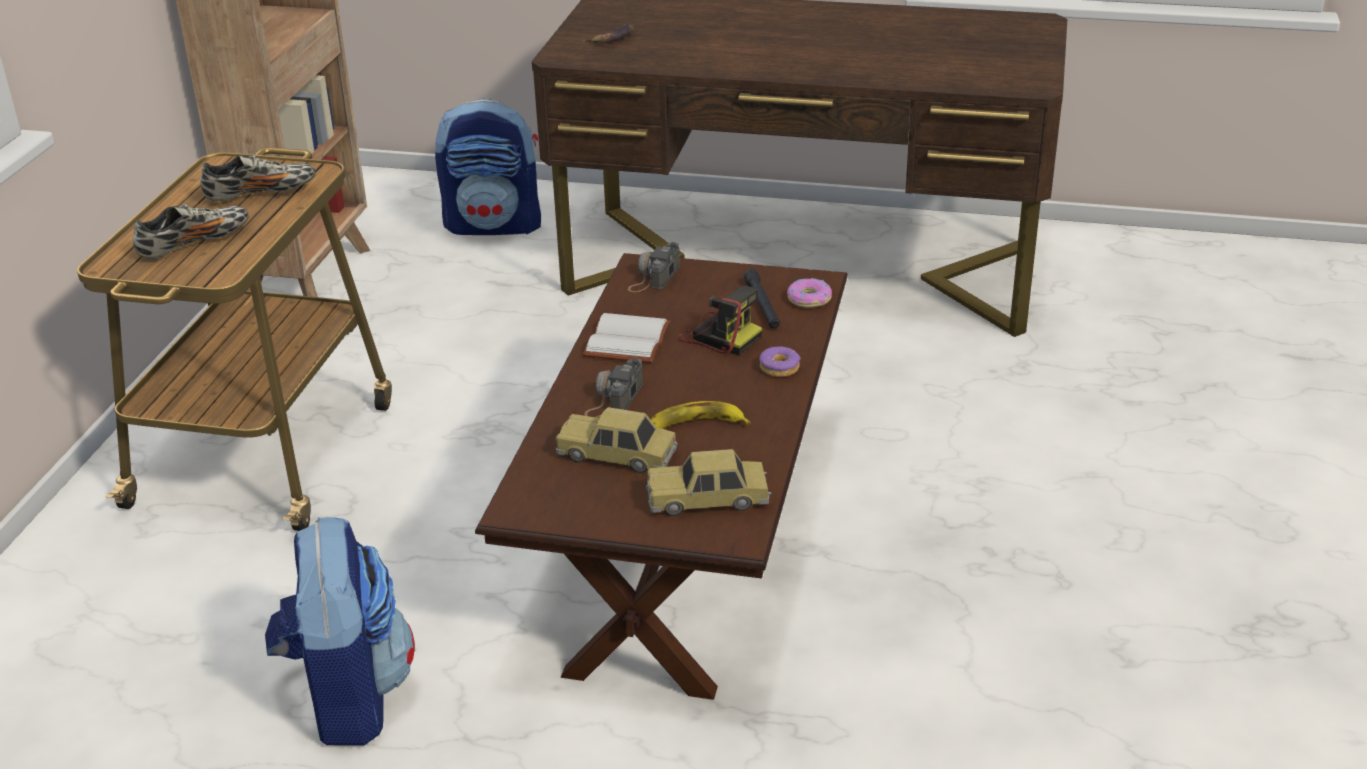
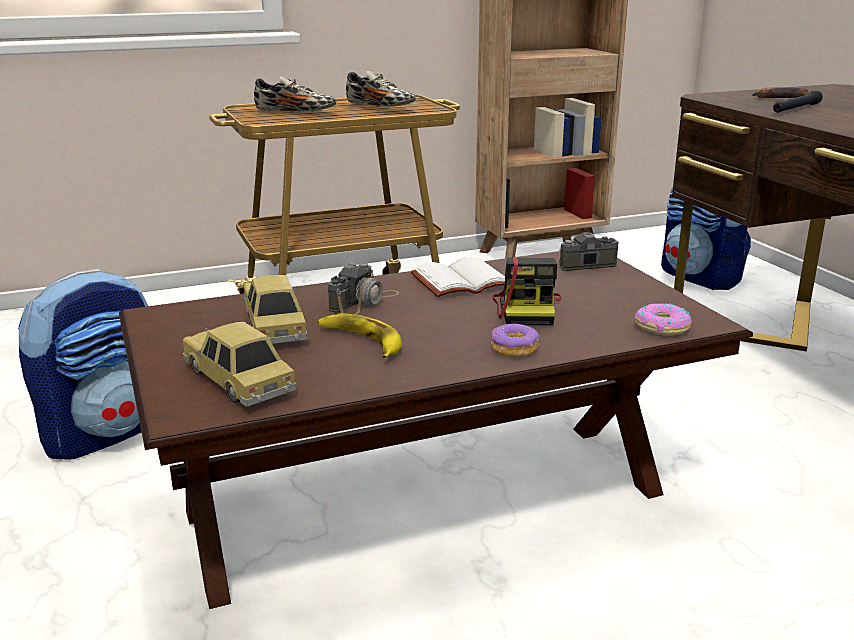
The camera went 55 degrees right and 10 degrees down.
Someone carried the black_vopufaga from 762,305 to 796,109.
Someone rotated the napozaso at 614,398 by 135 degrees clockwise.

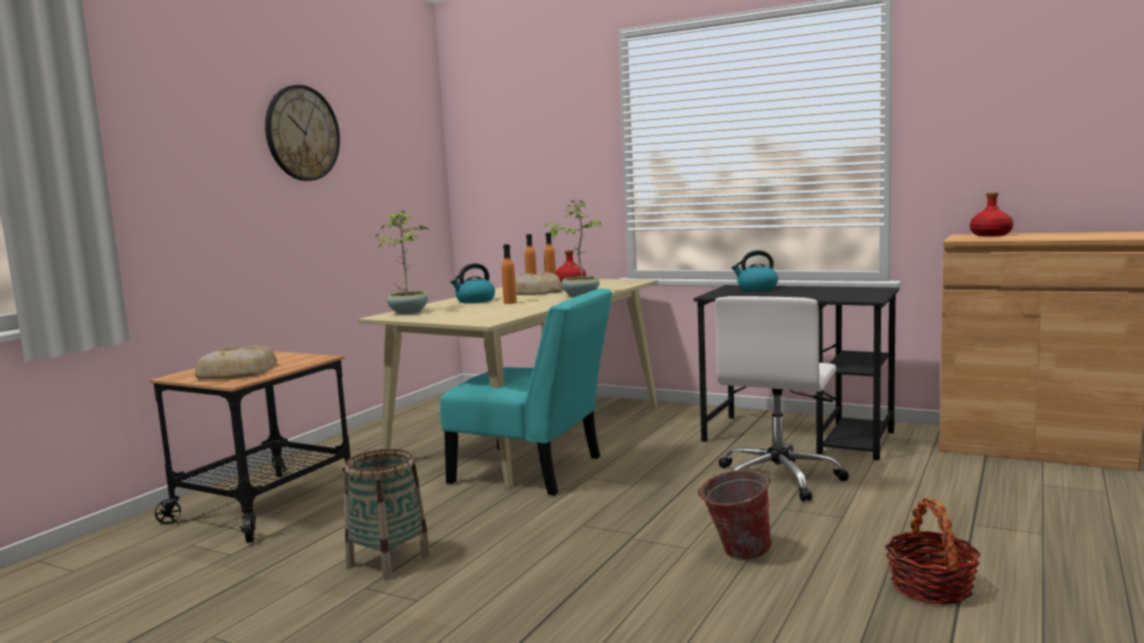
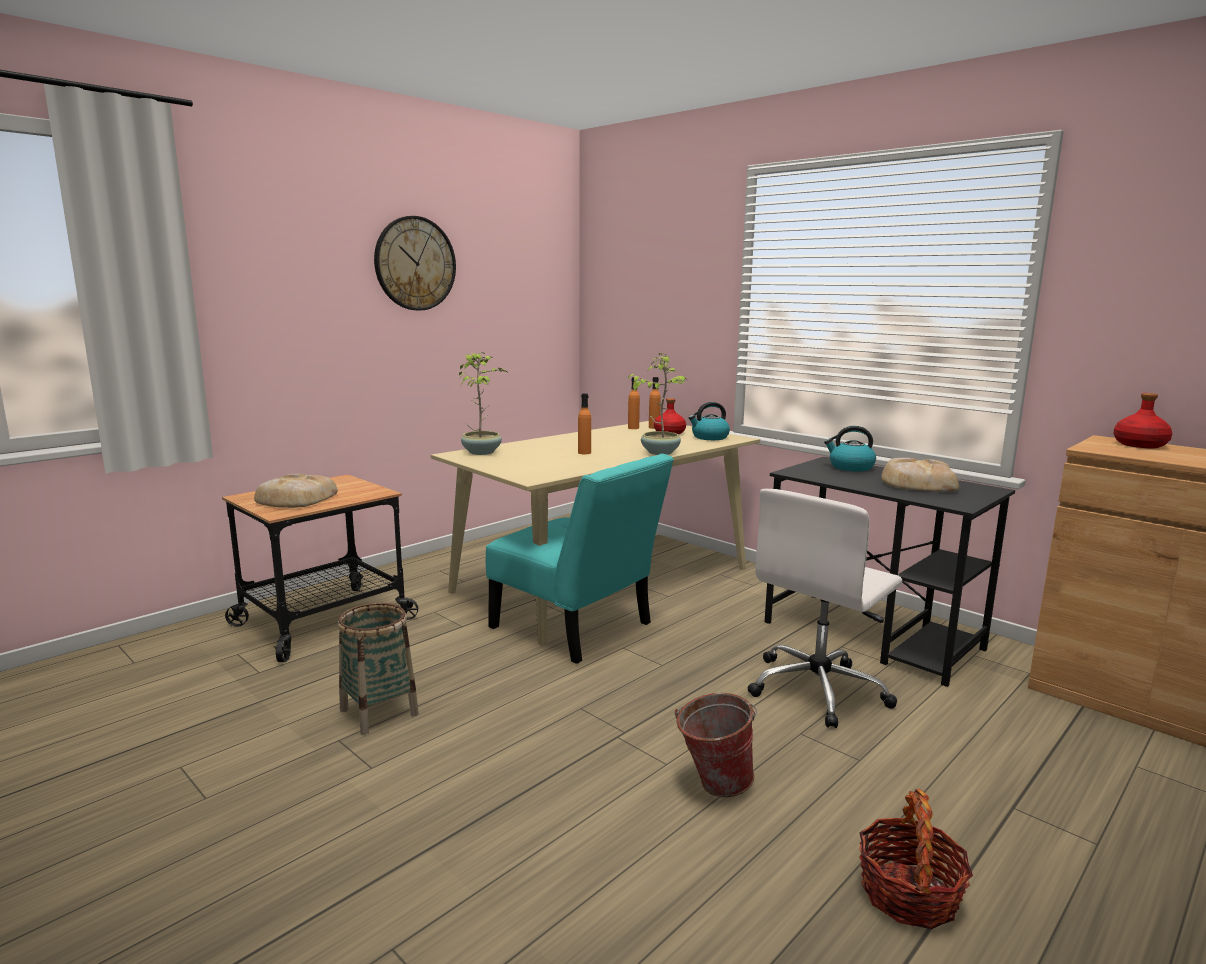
The camera went 15 degrees right and 5 degrees up.
Someone carried the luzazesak from 475,301 to 709,437.
Someone carried the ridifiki from 535,291 to 917,483.

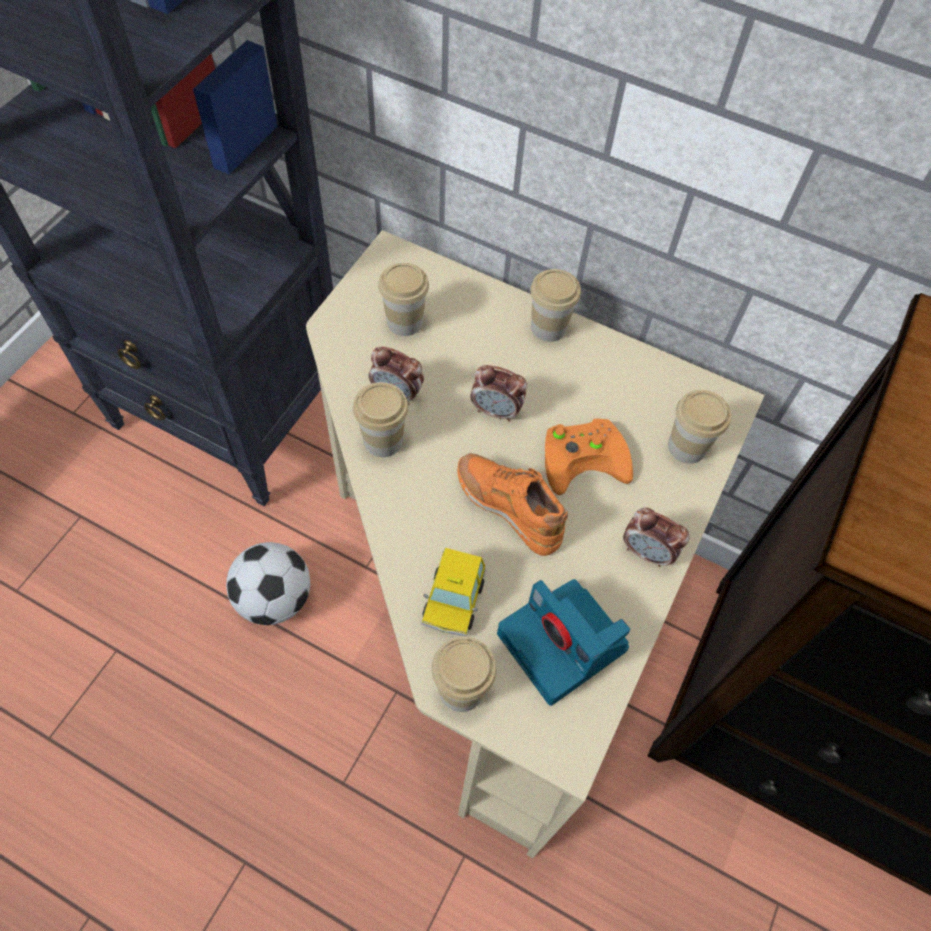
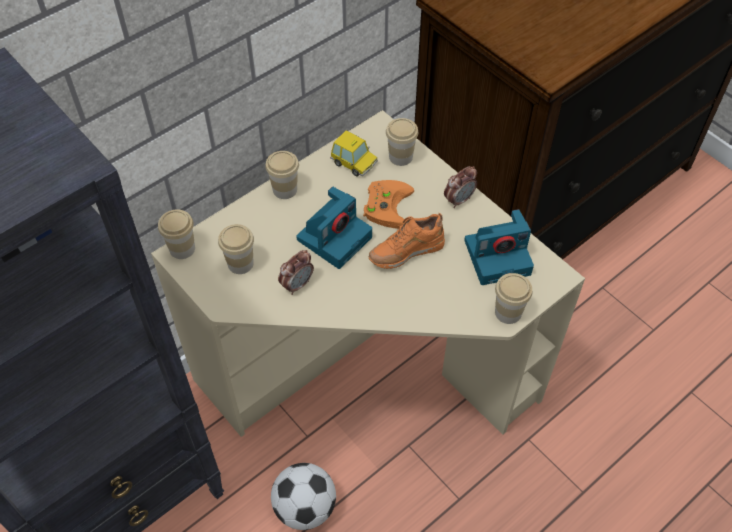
The camera went 65 degrees left and 5 degrees down.
Someone carried the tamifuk from 383,440 to 182,248.
Someone carried the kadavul from 453,600 to 354,163.
Someone swapped the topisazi at 496,411 for the napozaso at 335,237.

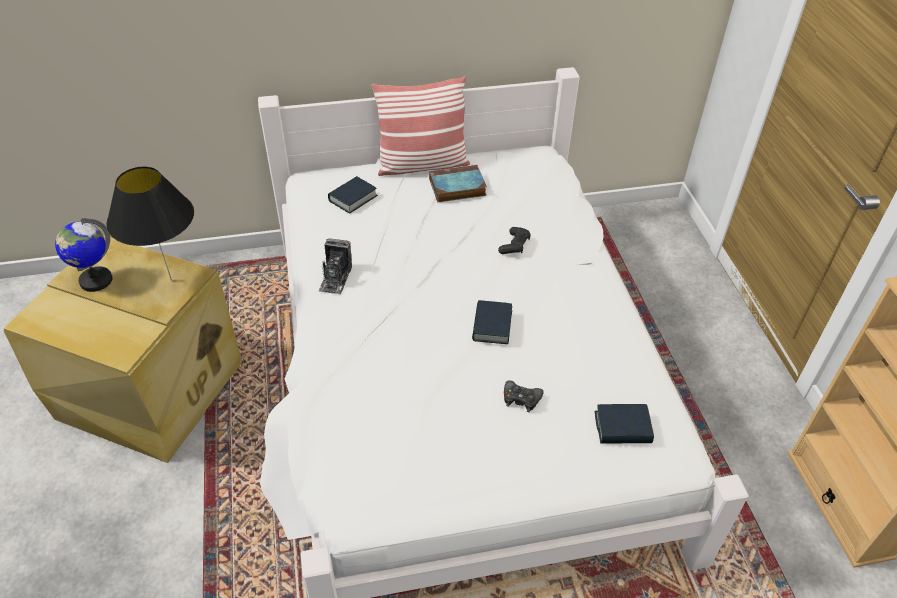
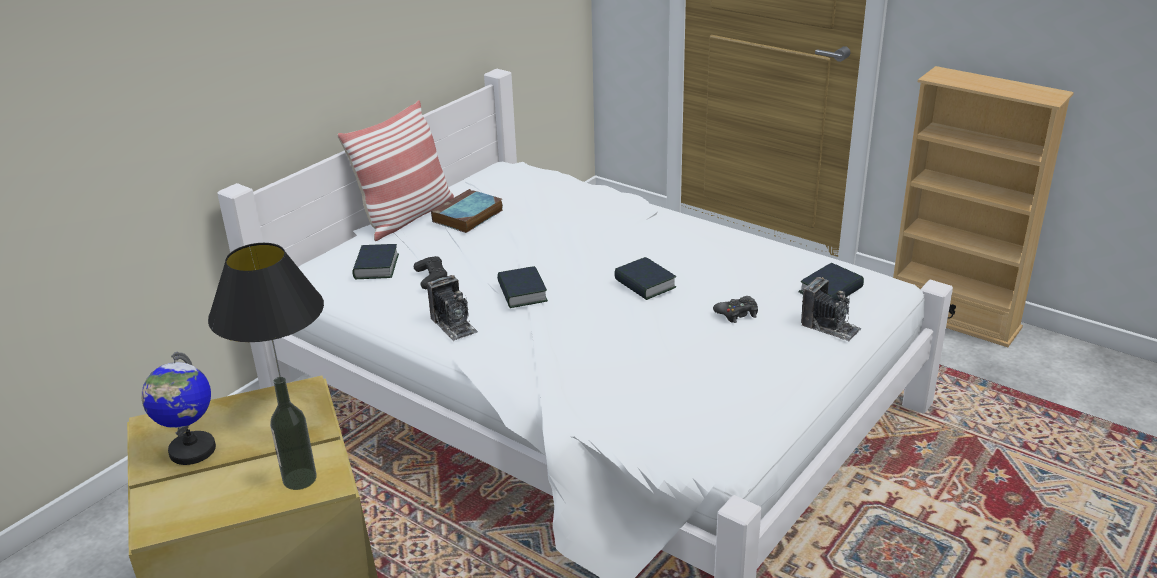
The camera went 40 degrees left and 15 degrees down.
Someone put down the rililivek at 299,479.
Someone put down the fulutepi at 522,293.
Someone put down the napozaso at 830,327.
Someone carried the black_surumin from 514,245 to 431,278.

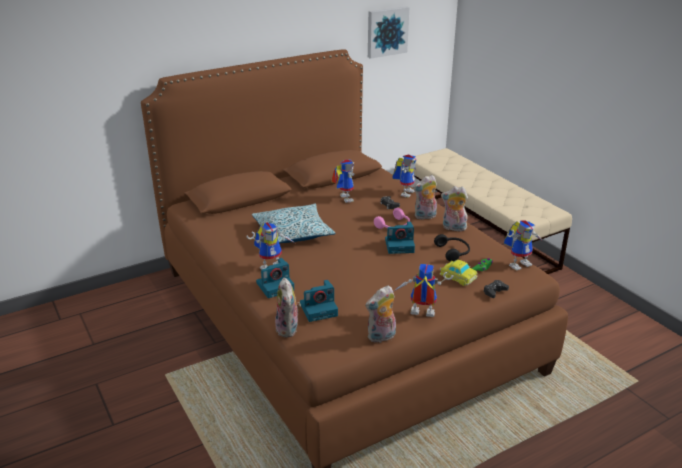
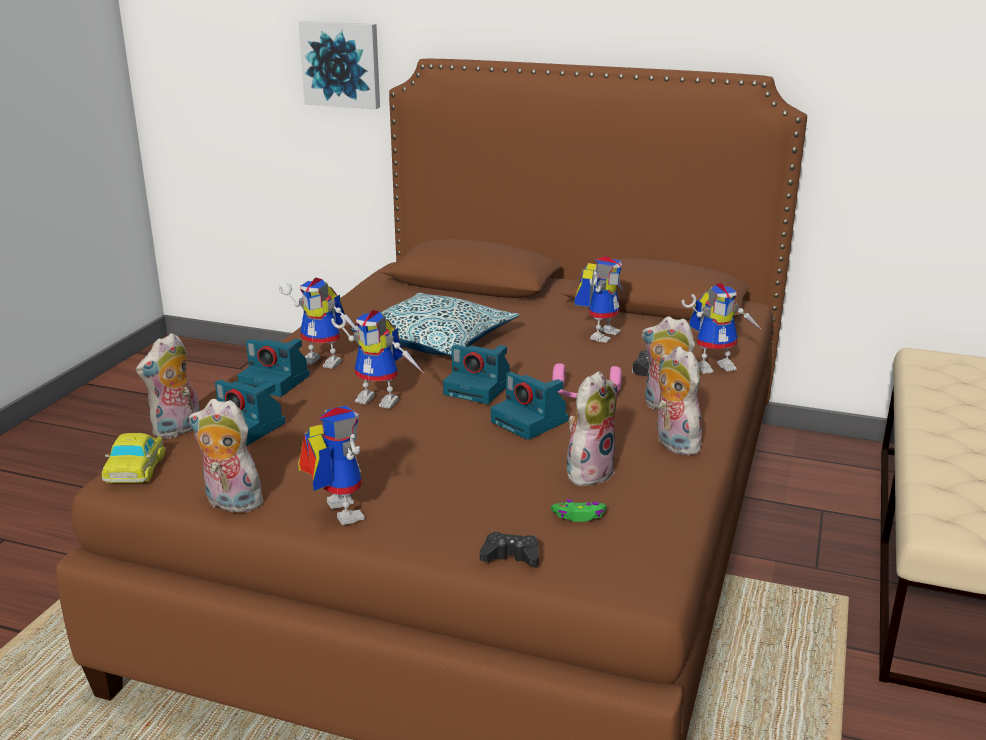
The camera went 50 degrees right and 5 degrees down.
Someone put down the napozaso at 479,388.
Someone carried the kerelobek from 386,31 to 341,64.
Someone carried the kadavul from 457,276 to 136,467.
Someone carried the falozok from 519,263 to 383,399.
Someone swapped the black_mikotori at 453,252 for the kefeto at 588,471.

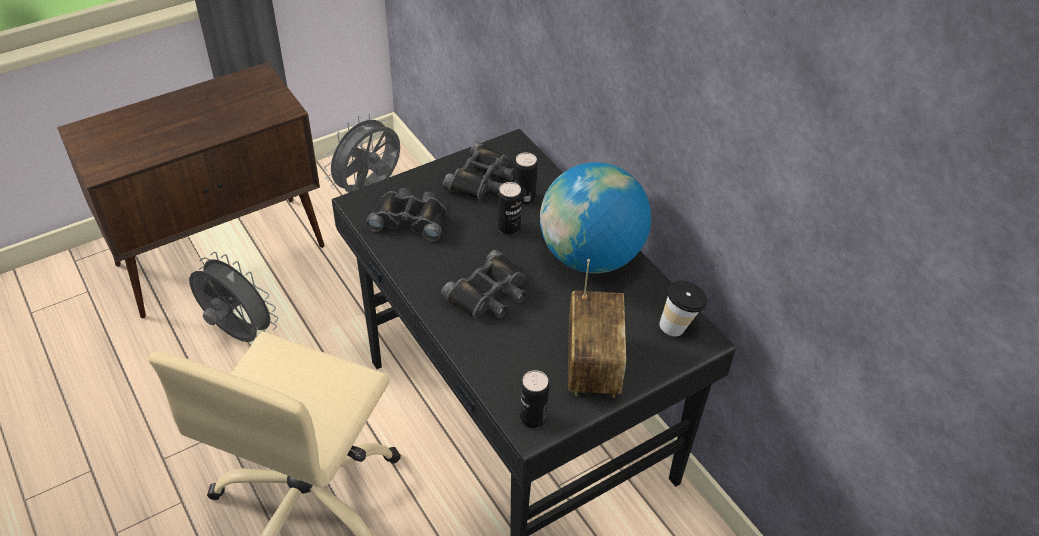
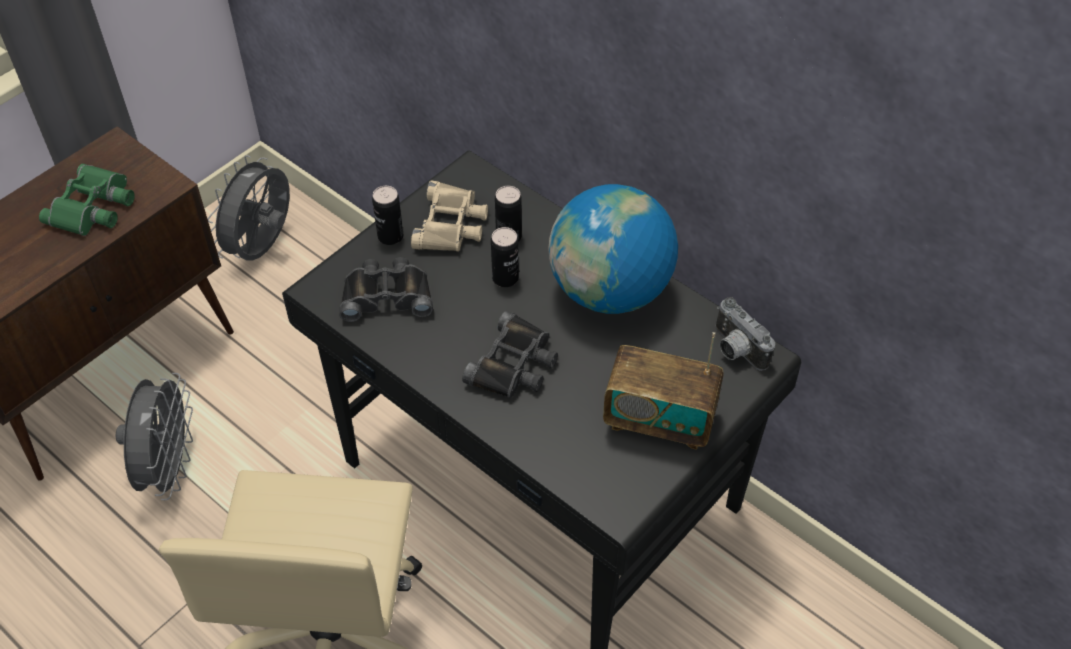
The camera went 15 degrees left and 5 degrees up.
Someone put down the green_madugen at 94,207.
Someone carried the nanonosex from 533,418 to 390,236.
Someone swapped the tamifuk at 679,327 for the napozaso at 735,350.
Someone repainted the black_madugen at 482,179, which became the beige_madugen at 451,224.
Someone rotated the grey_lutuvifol at 238,333 by 75 degrees clockwise.
Someone rotated the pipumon at 592,365 by 120 degrees clockwise.

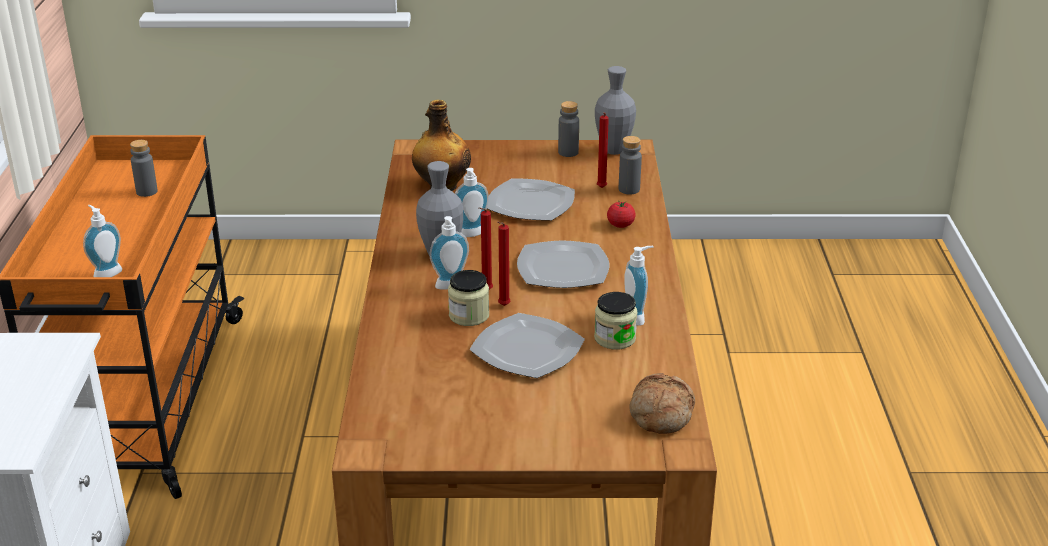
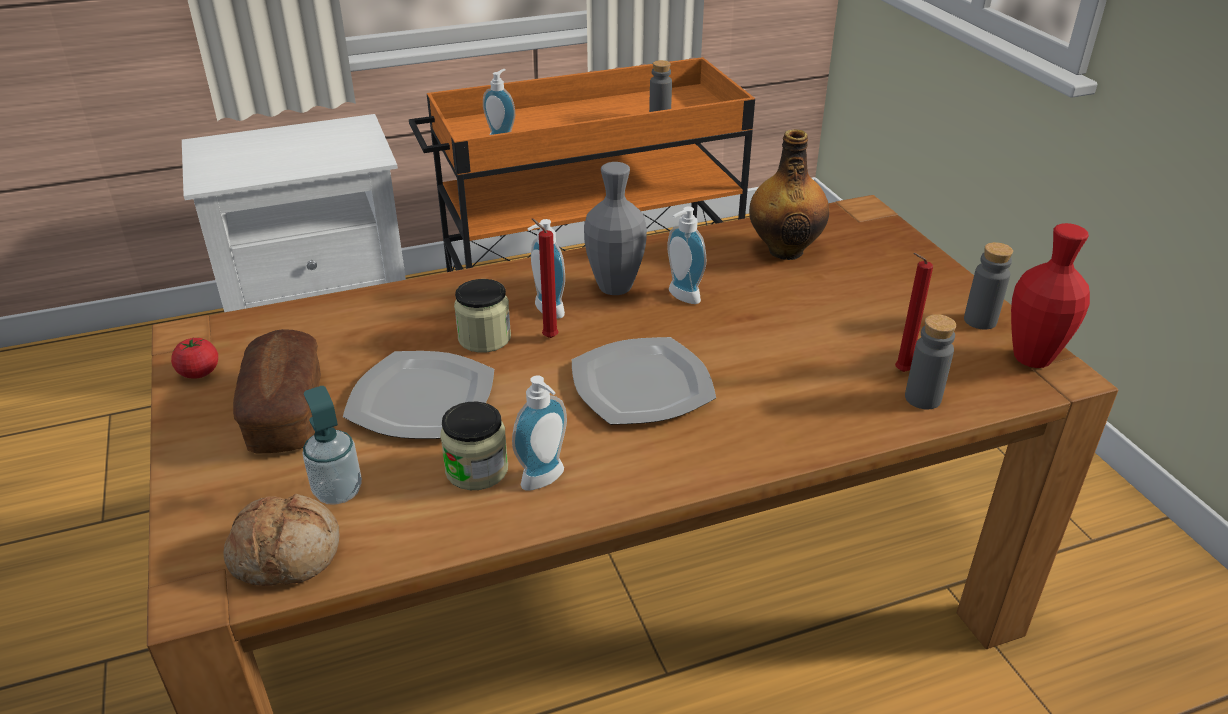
The camera went 70 degrees right and 5 degrees up.
Someone took away the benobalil at 531,204.
Someone took away the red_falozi at 502,306.
Someone put down the ridifiki at 285,411.
Someone put down the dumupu at 338,492.
Someone carried the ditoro from 620,225 to 199,372.
Someone repainted the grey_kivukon at 613,150, which became the red_kivukon at 1032,358.

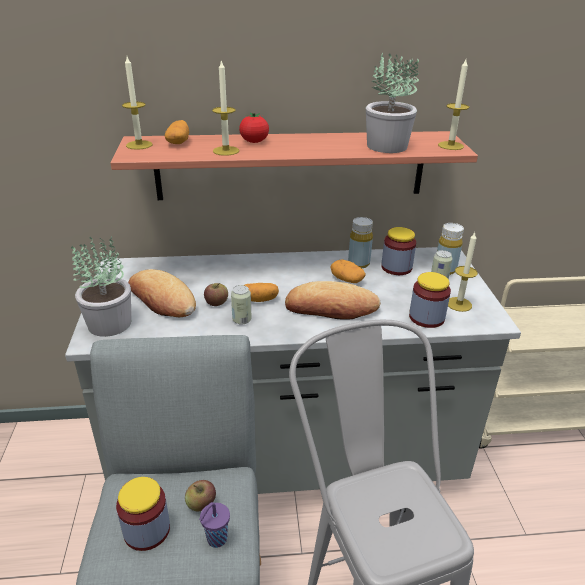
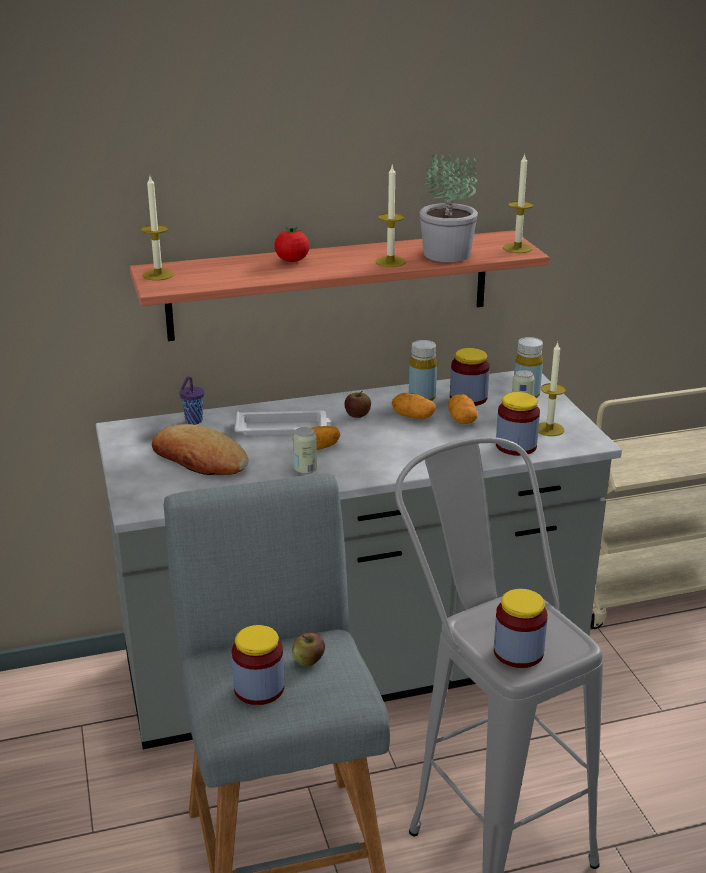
The camera went 10 degrees left and 5 degrees down.
Someone took away the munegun at 109,323.
Someone took away the ridifiki at 331,308.
Someone put down the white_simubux at 283,428.
Someone put down the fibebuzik at 518,652.
Someone carried the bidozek from 178,142 to 461,420.
Someone carried the purple_tamifuk from 216,539 to 193,421.
Someone carried the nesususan from 216,302 to 357,415.
Someone carried the falozi from 226,151 to 390,262.

